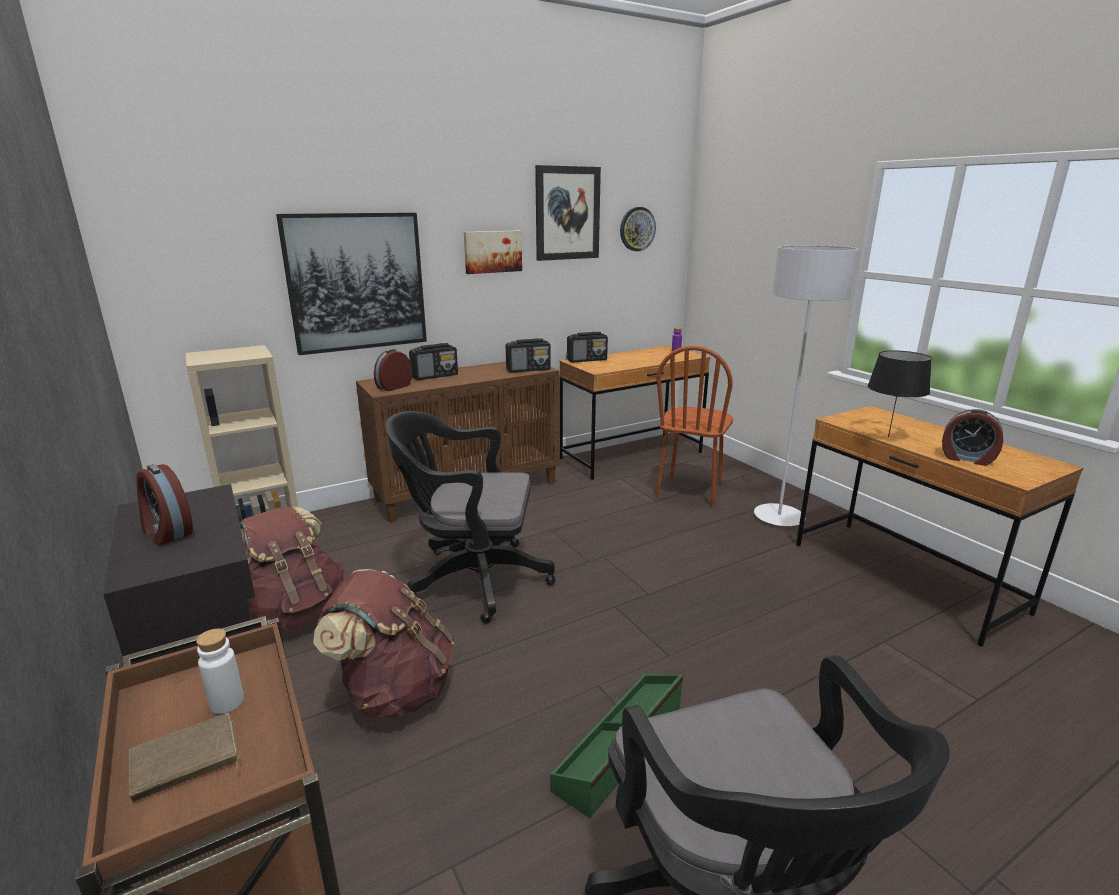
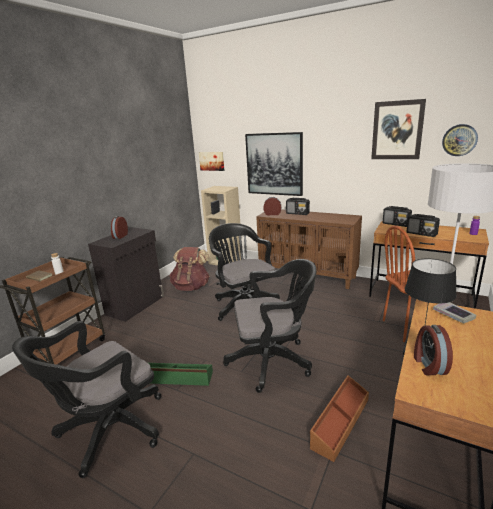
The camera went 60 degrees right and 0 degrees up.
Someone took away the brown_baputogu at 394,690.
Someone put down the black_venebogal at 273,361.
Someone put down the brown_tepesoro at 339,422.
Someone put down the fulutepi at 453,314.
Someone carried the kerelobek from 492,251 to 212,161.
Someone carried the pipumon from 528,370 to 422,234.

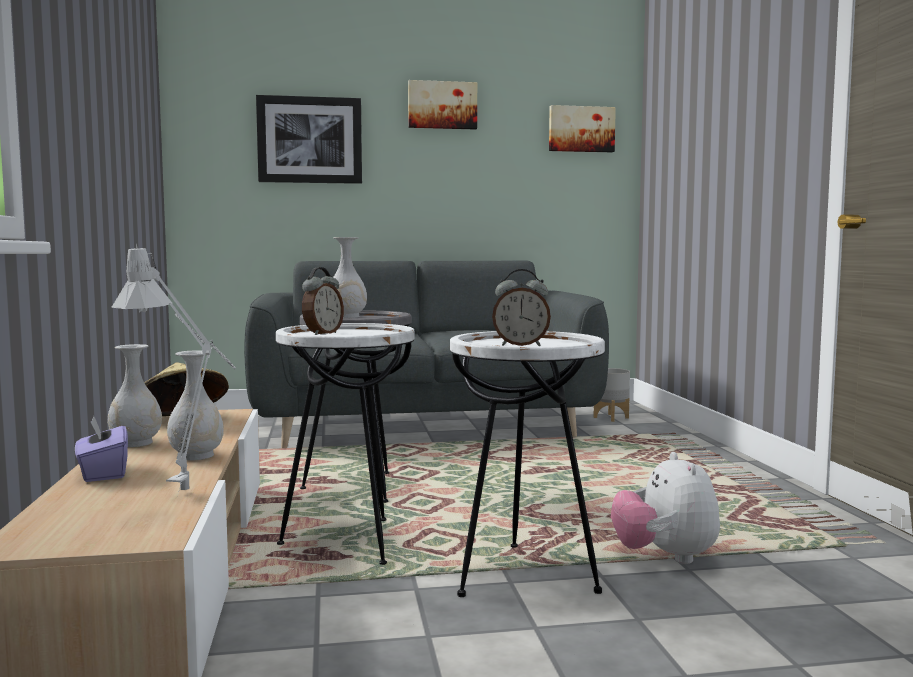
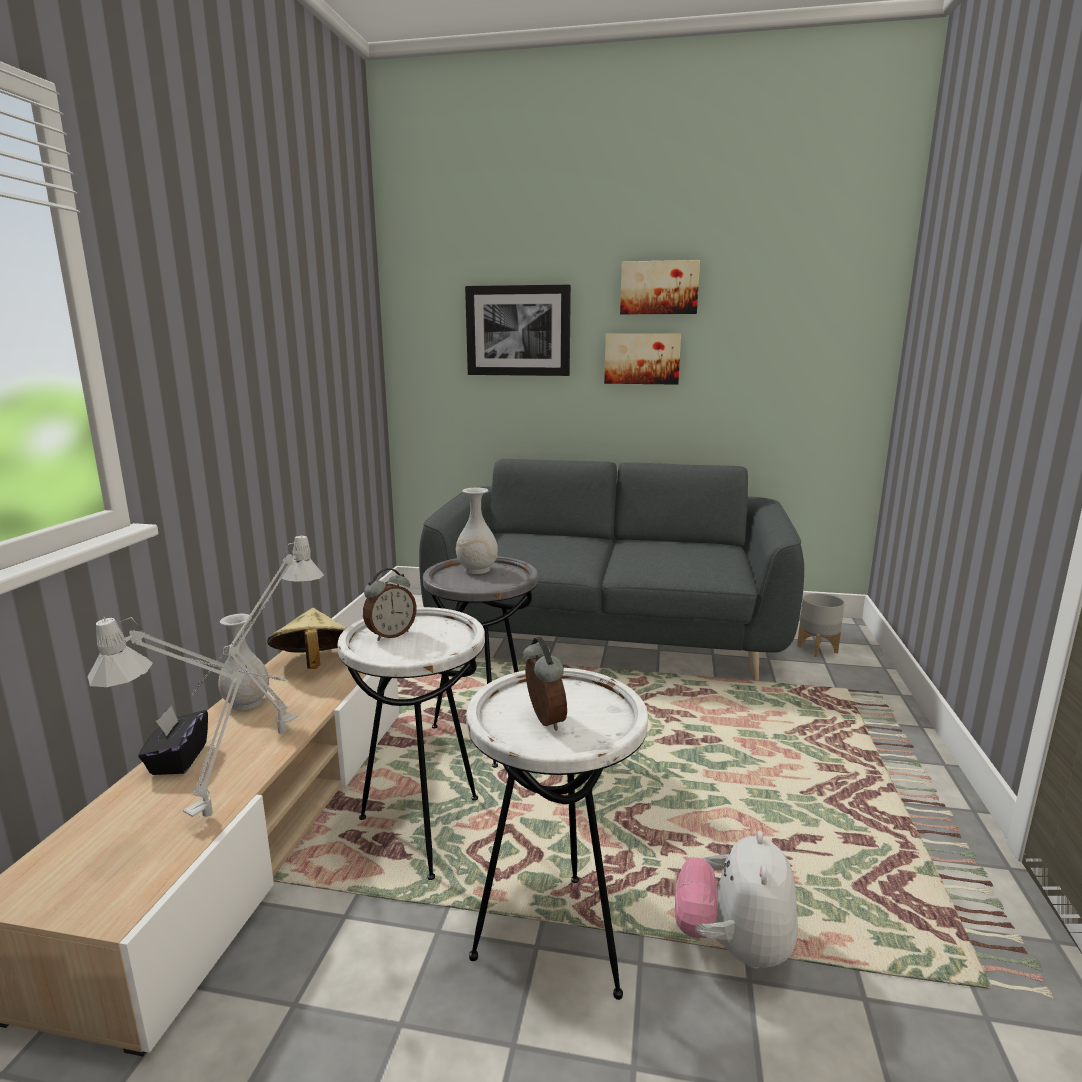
The camera went 20 degrees right and 10 degrees up.
Someone carried the kerelobek from 581,129 to 642,359.
Someone swapped the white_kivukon at 197,456 for the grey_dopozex at 274,740.
Someone repainted the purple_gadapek at 103,473, which became the black_gadapek at 178,759.
Someone rotated the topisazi at 521,345 by 135 degrees counterclockwise.

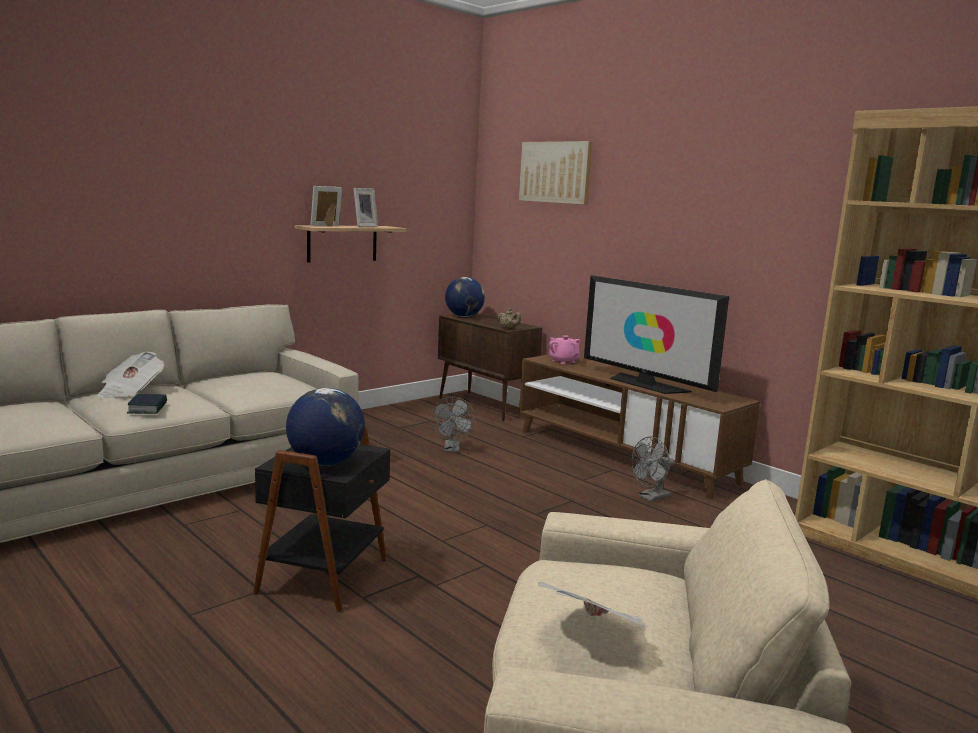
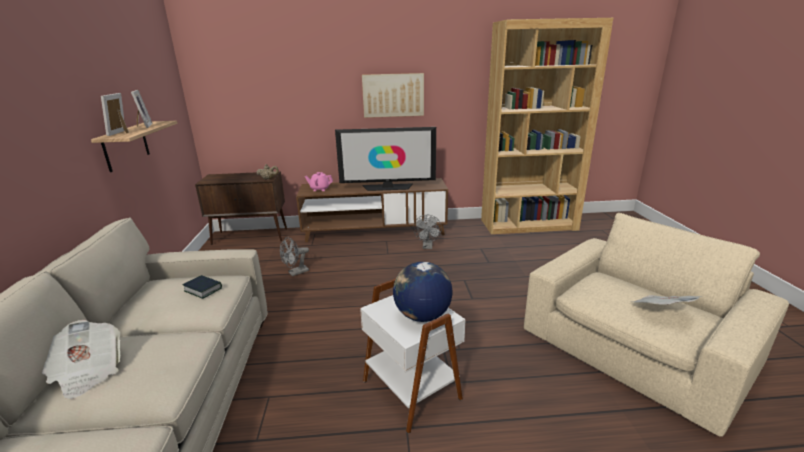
The camera went 50 degrees left and 10 degrees up.
Someone took away the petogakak at 464,316.
Someone carried the fulutepi from 148,408 to 203,289.
Someone carried the kerelobek from 555,172 to 393,95.
Someone repainted the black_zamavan at 326,576, which became the white_zamavan at 412,388.
Someone rotated the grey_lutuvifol at 452,449 by 105 degrees clockwise.

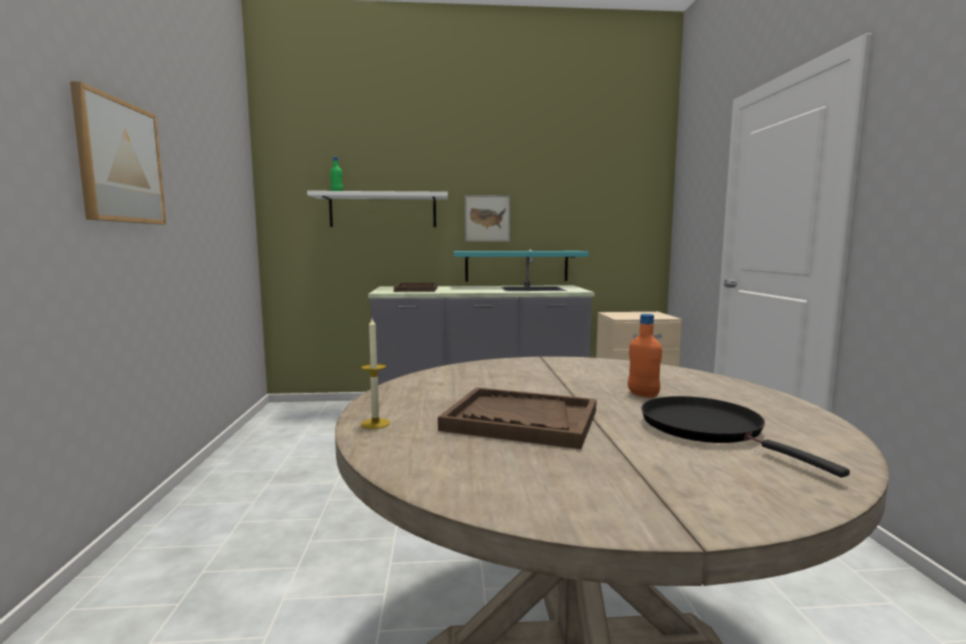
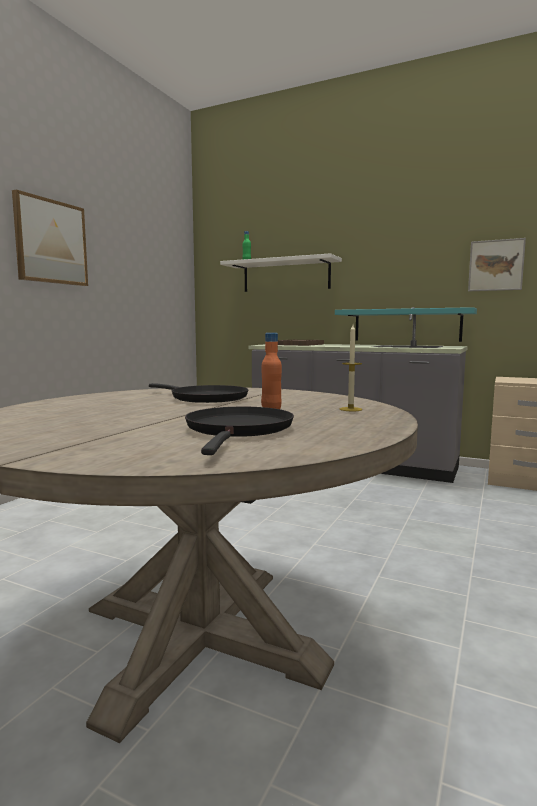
The camera went 30 degrees right and 0 degrees up.
Someone took away the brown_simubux at 520,420.
Someone put down the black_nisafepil at 205,398.
Someone carried the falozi from 375,423 to 350,409.
Someone carried the kerelobek from 487,218 to 496,265.

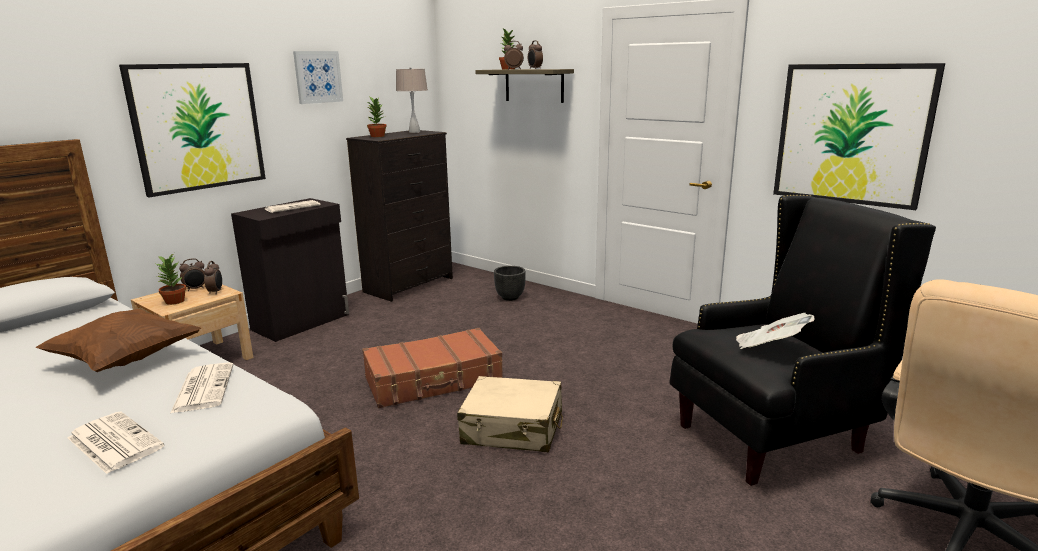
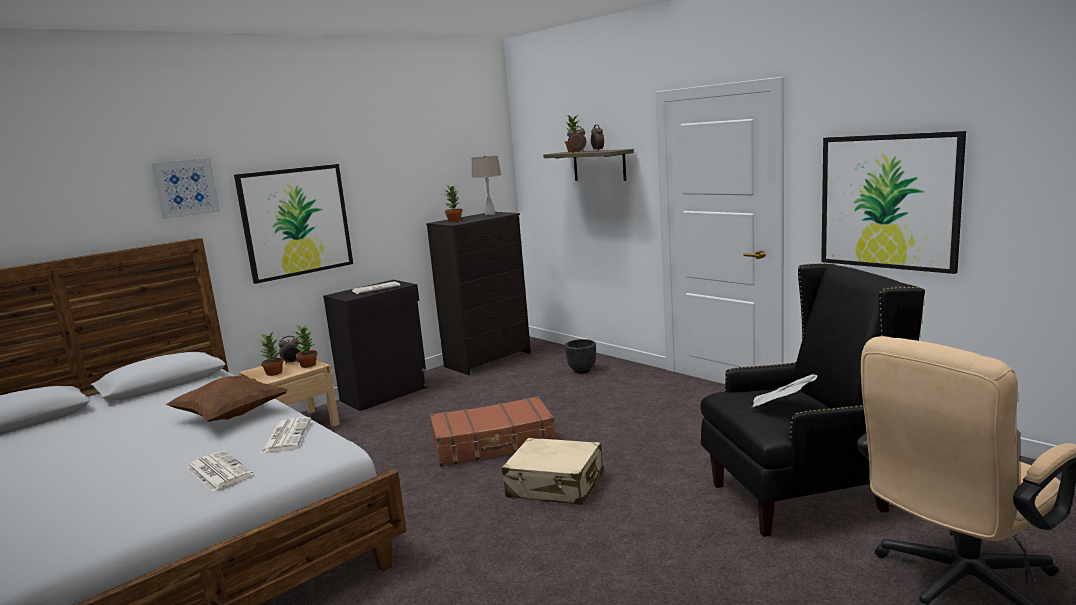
The camera went 10 degrees right and 5 degrees down.
Someone carried the kerelobek from 318,77 to 186,188.
Someone swapped the topisazi at 216,292 for the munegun at 308,365.

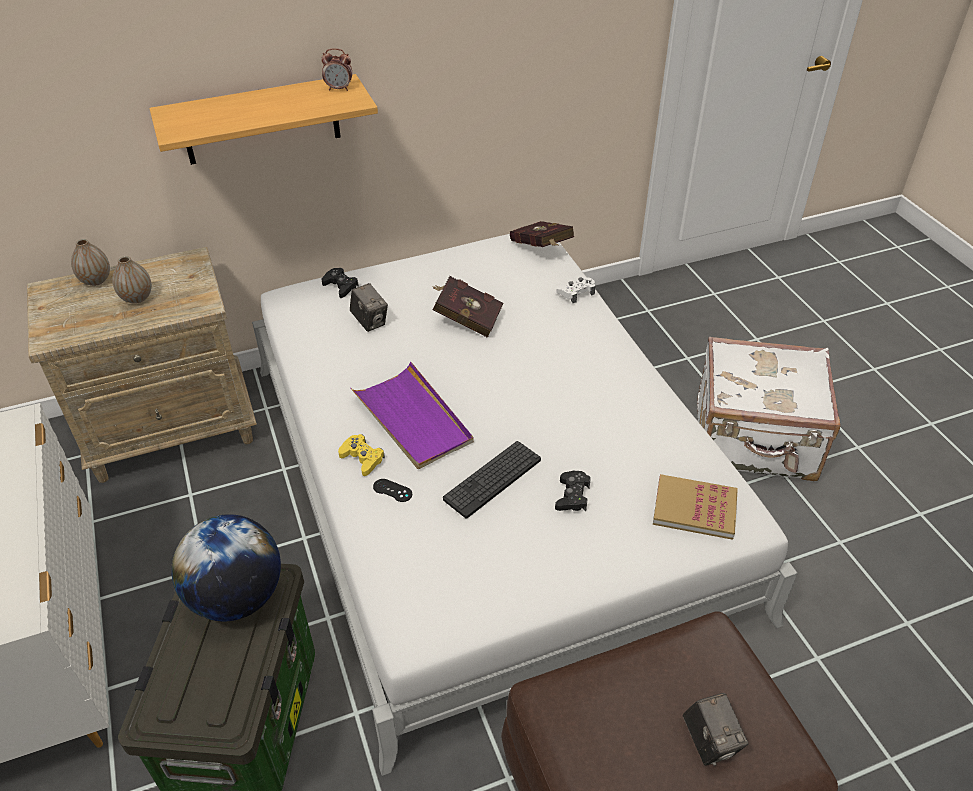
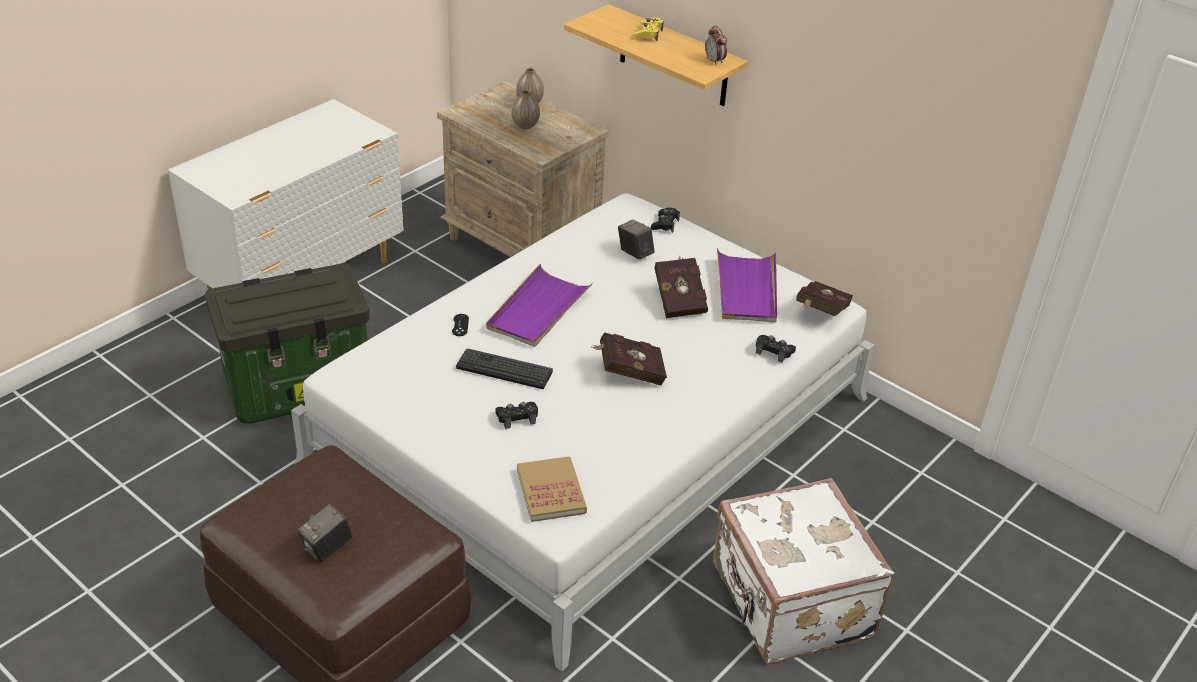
The camera went 60 degrees right and 5 degrees down.
Someone took away the petogakak at 237,597.
Someone put down the red_fulutepi at 628,372.
Someone put down the purple_simubux at 746,289.
Someone carried the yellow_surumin from 362,458 to 648,34.
Someone repainted the white_surumin at 576,293, which became the black_surumin at 774,351.
Someone rotated the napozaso at 370,321 by 120 degrees clockwise.

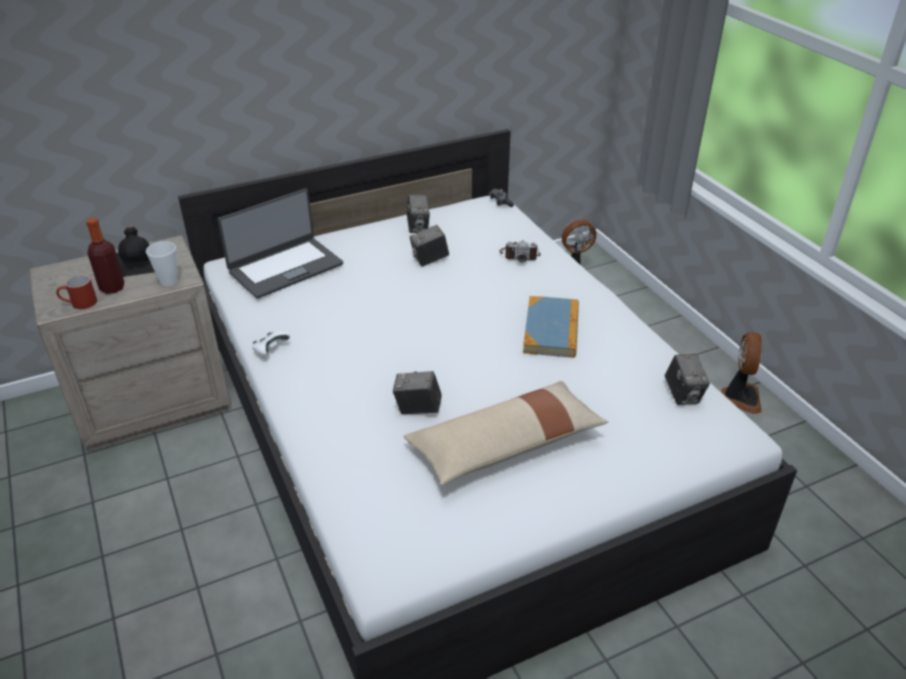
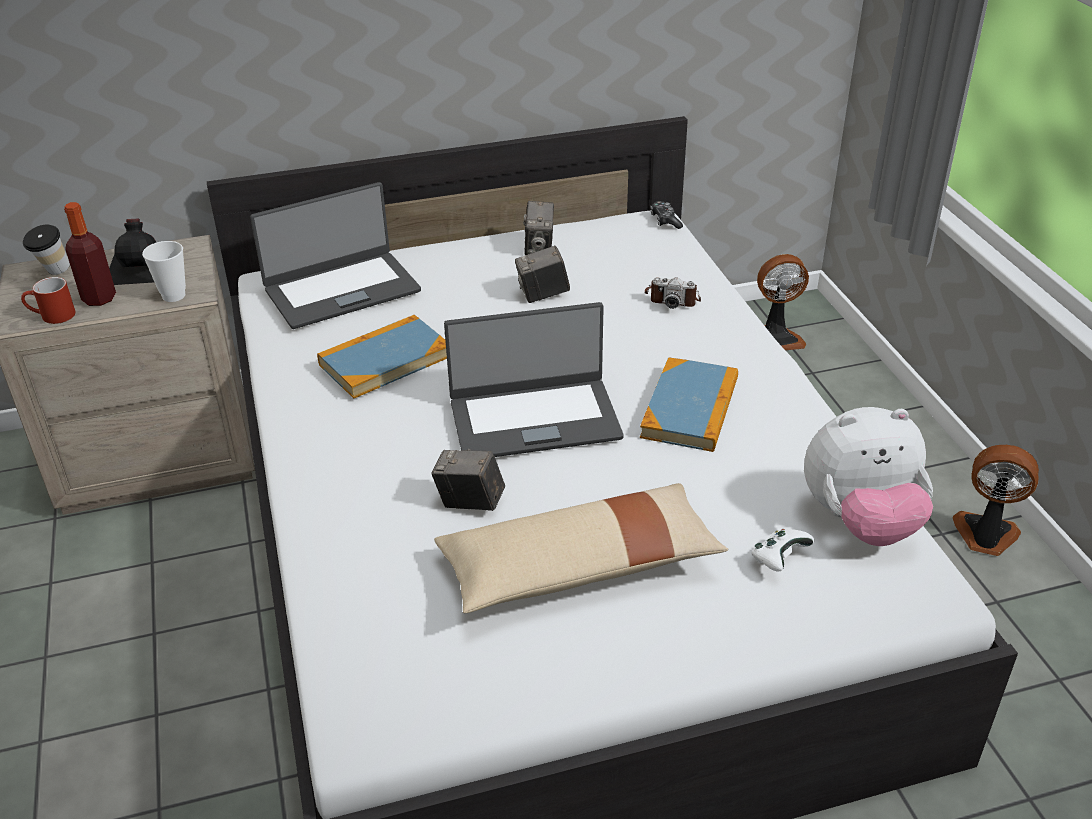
The camera went 10 degrees right and 0 degrees up.
Someone put down the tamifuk at 53,273.
Someone put down the fulutepi at 385,360.
Someone put down the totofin at 534,418.
Someone carried the white_surumin from 271,350 to 778,559.
Someone swapped the napozaso at 683,394 for the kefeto at 860,521.
Someone rotated the lutuvifol at 740,397 by 90 degrees counterclockwise.

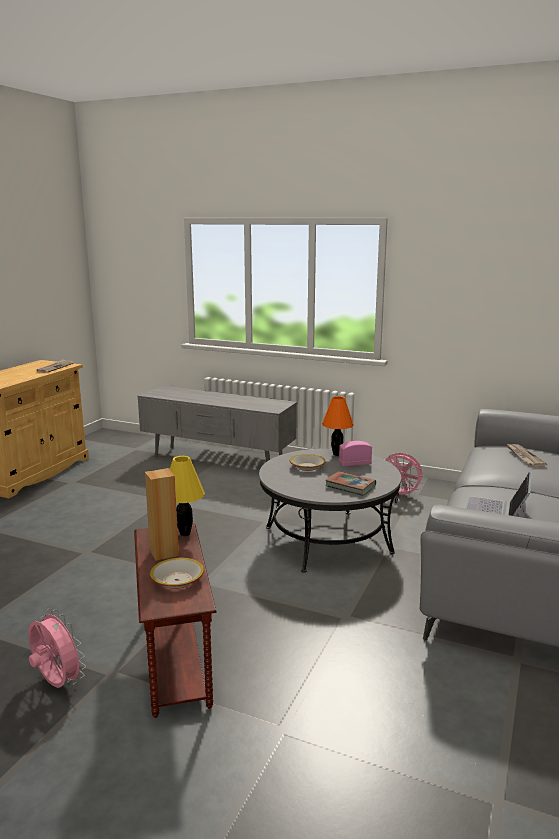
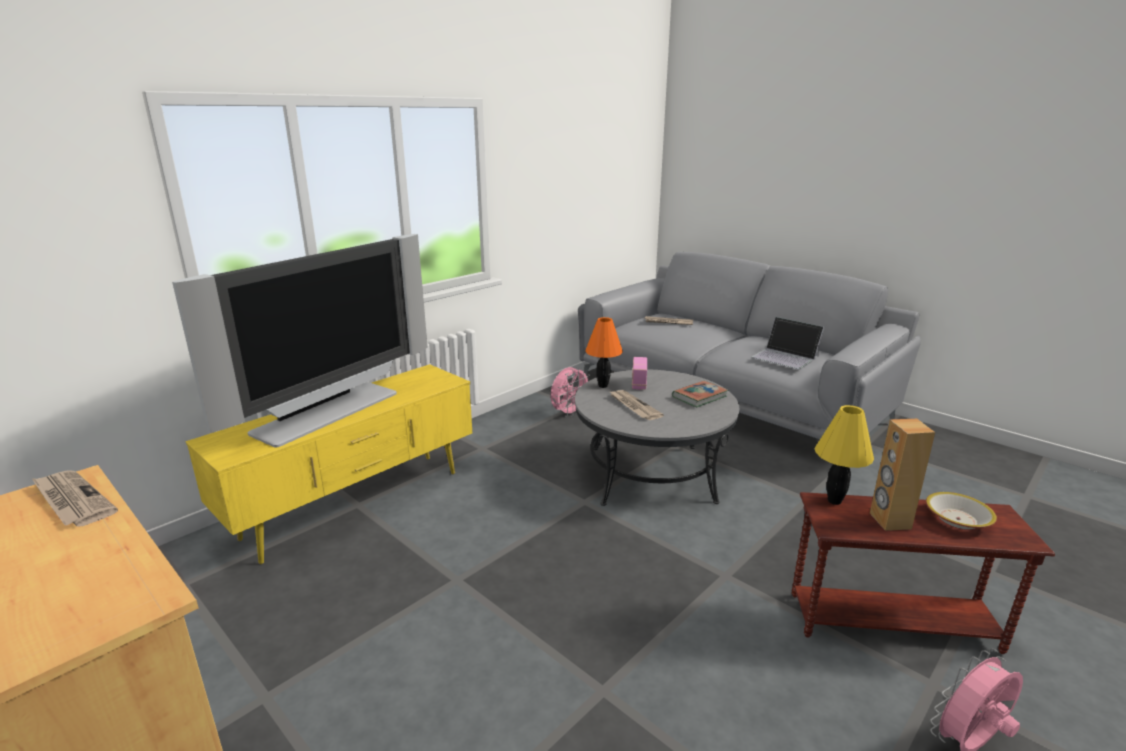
The camera went 70 degrees left and 5 degrees up.
Someone put down the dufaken at 330,413.
Someone swapped the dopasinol at 307,467 for the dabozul at 634,406.
Someone repainted the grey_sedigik at 217,462, which became the yellow_sedigik at 356,504.

